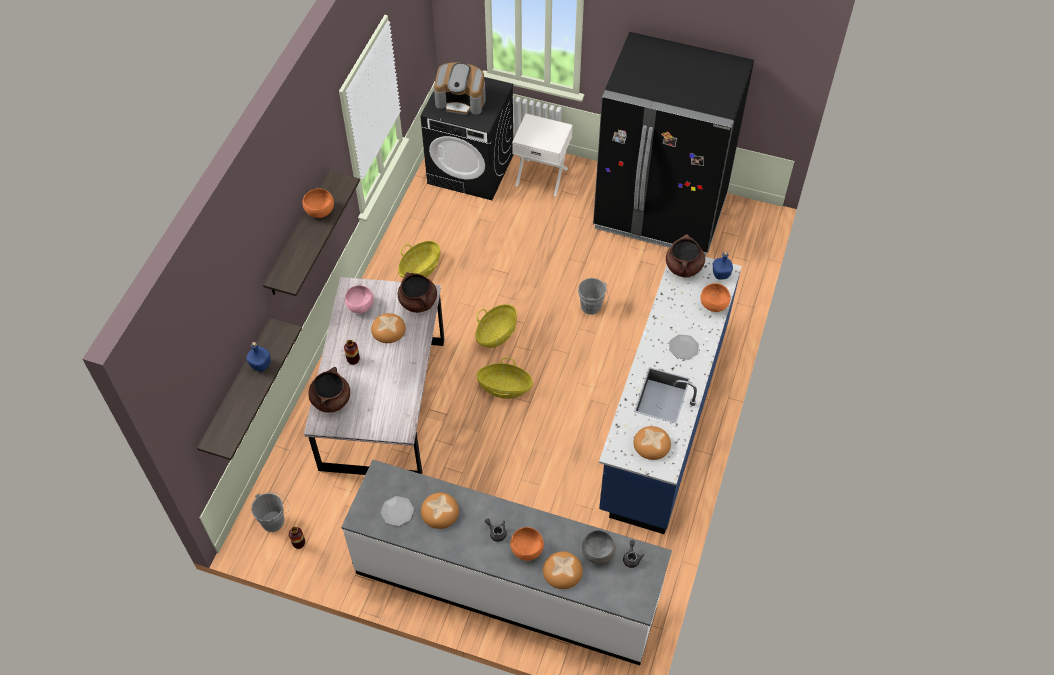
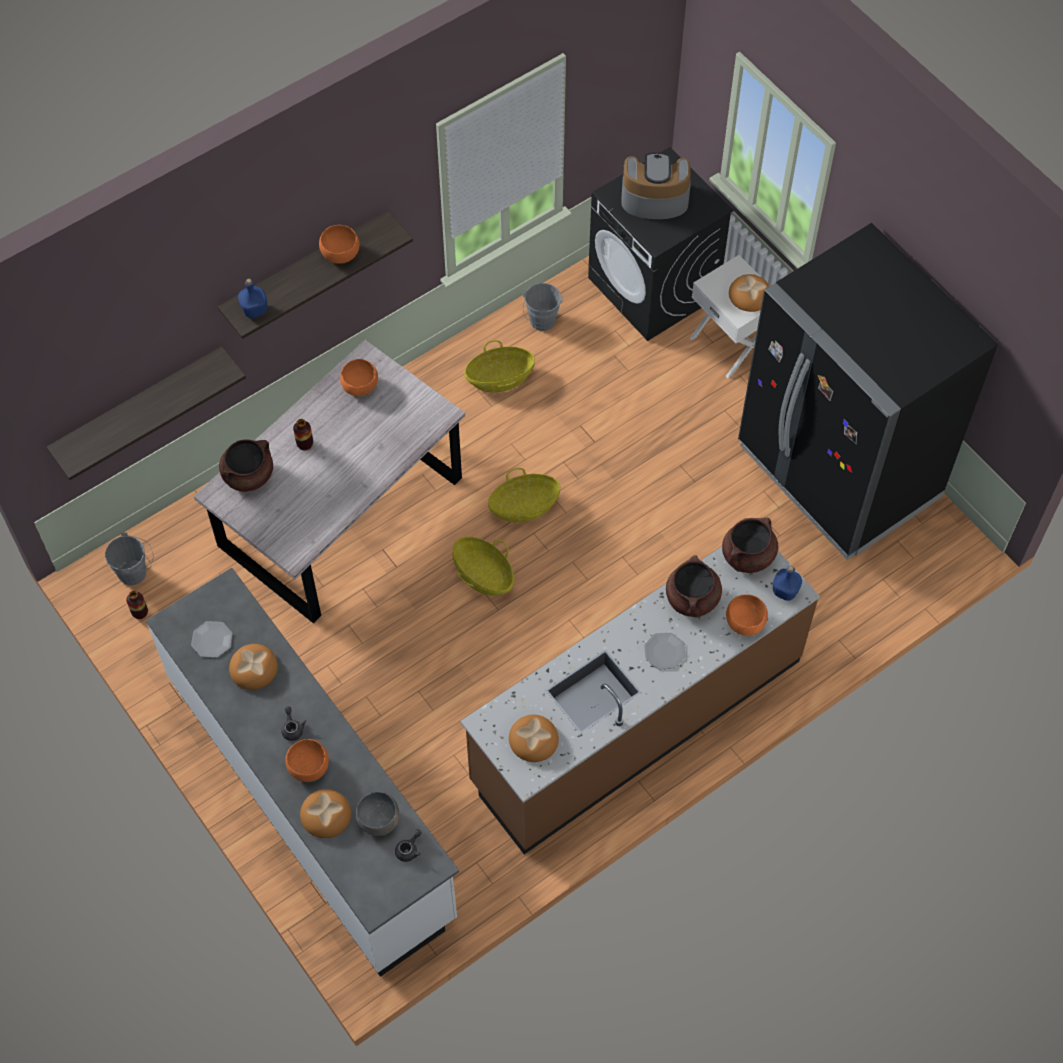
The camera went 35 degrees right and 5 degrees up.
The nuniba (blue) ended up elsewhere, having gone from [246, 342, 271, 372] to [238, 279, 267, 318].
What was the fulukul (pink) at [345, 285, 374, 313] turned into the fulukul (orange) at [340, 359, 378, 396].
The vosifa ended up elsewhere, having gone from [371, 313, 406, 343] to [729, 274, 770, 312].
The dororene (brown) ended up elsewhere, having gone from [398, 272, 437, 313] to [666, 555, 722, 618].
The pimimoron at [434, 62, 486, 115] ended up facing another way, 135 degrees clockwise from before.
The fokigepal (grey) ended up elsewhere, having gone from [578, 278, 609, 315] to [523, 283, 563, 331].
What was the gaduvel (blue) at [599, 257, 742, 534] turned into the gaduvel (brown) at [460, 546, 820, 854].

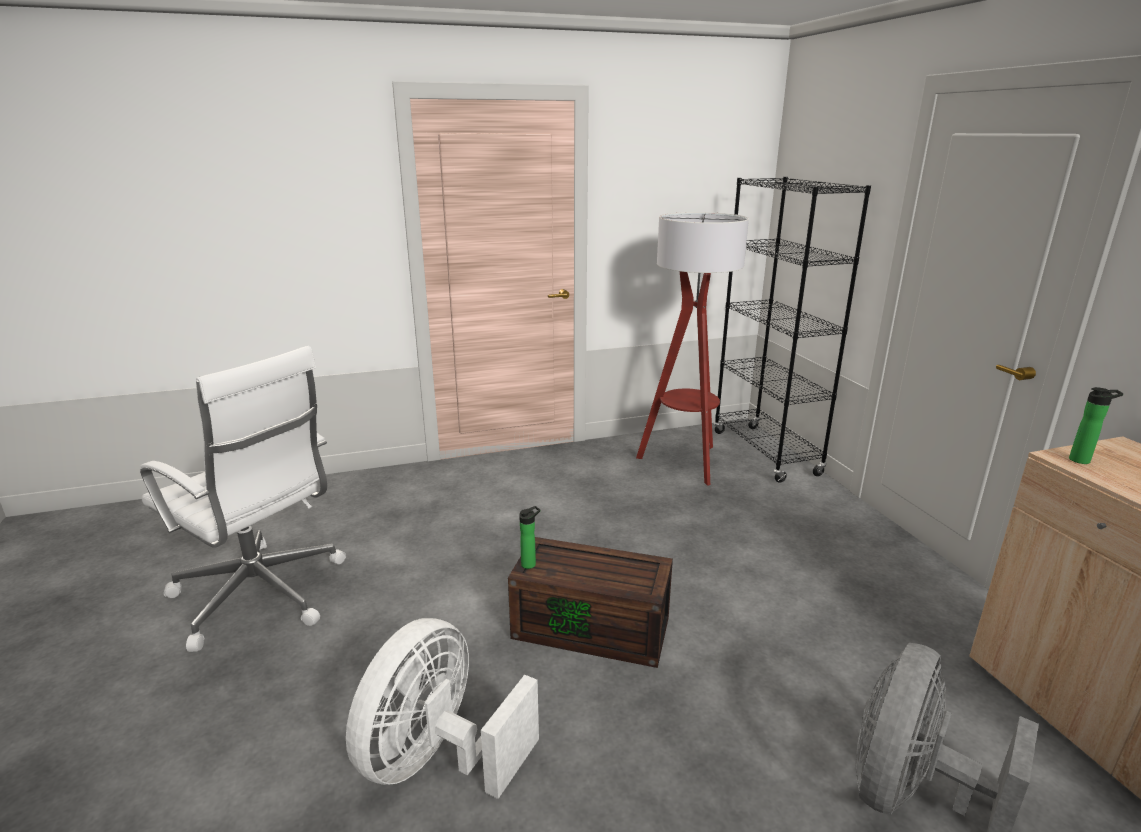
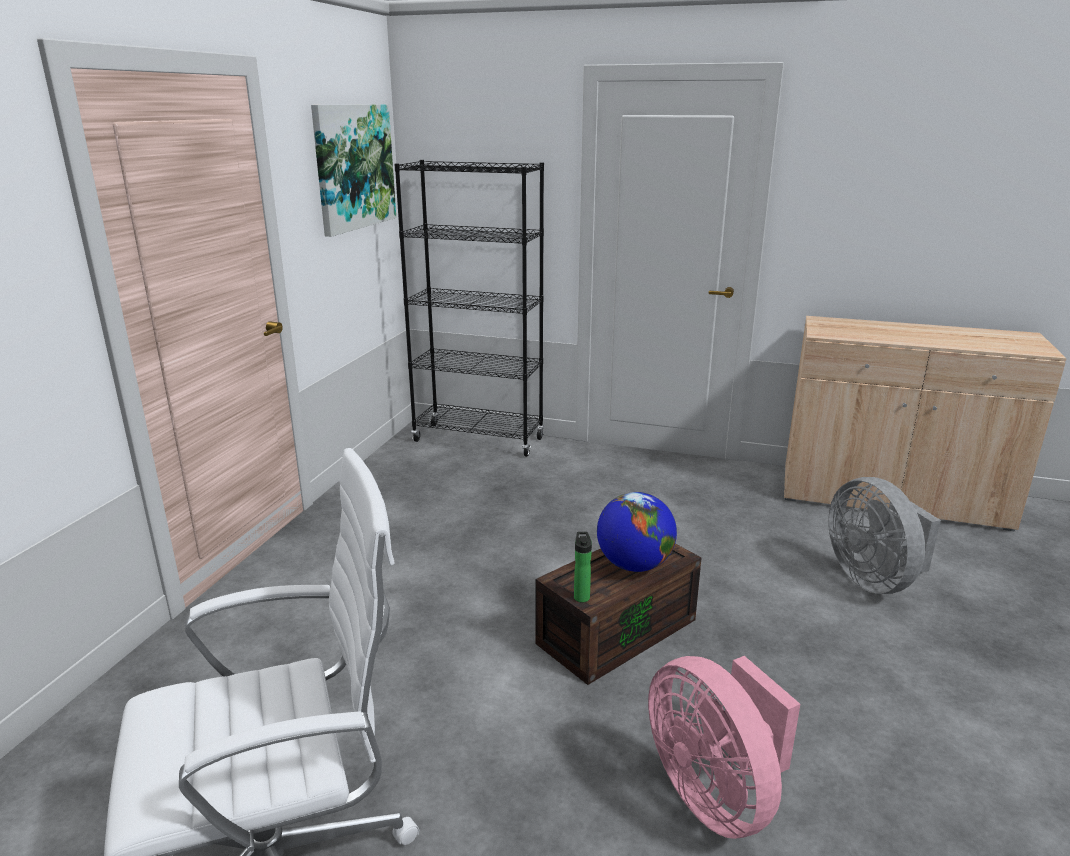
The camera went 55 degrees left and 0 degrees up.
What was the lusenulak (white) at [346, 618, 539, 799] turned into the lusenulak (pink) at [648, 656, 800, 839].
The second view lost the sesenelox at [636, 212, 749, 486].
The second view lost the nuniba at [1069, 387, 1123, 464].
The second view gained the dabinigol at [311, 104, 396, 237].
The second view gained the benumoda at [597, 492, 677, 572].

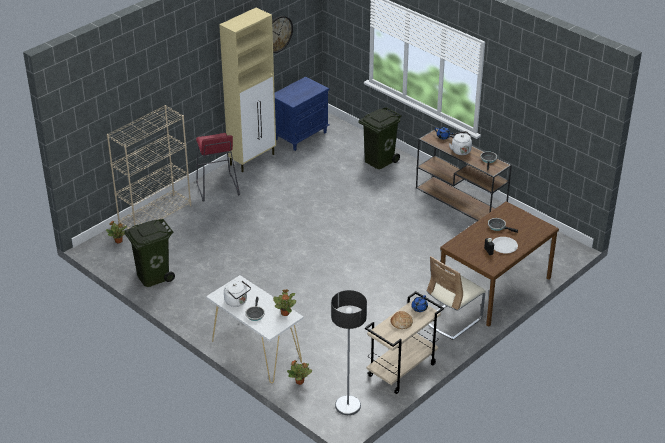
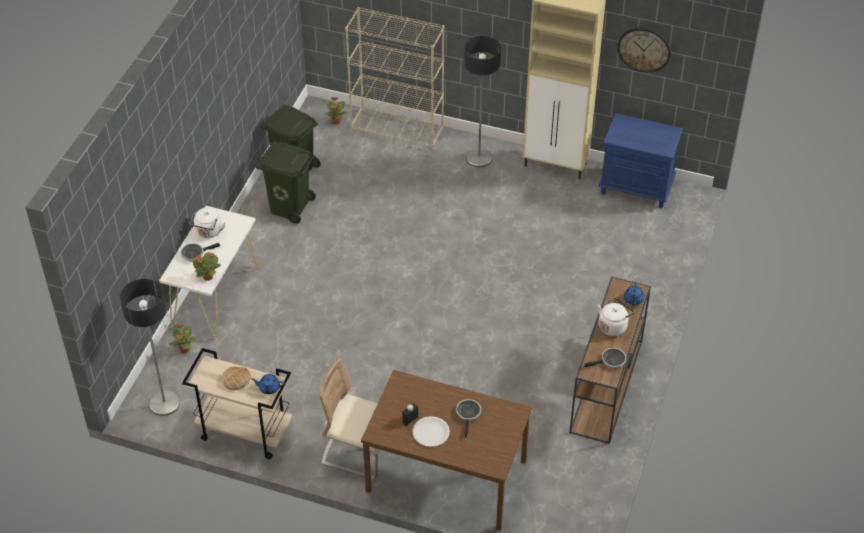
The camera went 65 degrees right and 10 degrees up.
Where the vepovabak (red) stood at [196, 133, 240, 202], the sesenelox came to stand at [464, 36, 501, 167].
The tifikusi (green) ended up elsewhere, having gone from [359, 107, 402, 169] to [256, 141, 316, 224].

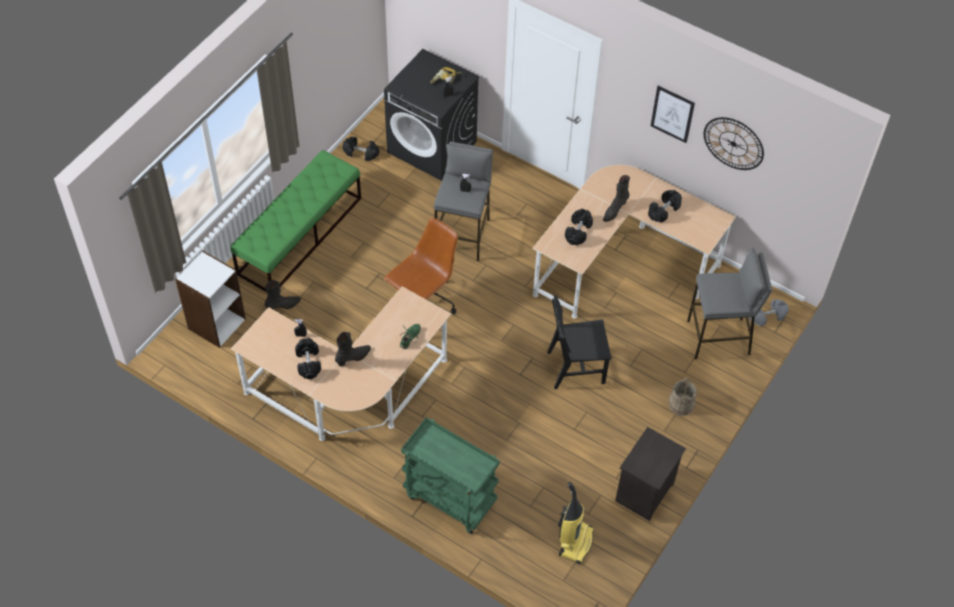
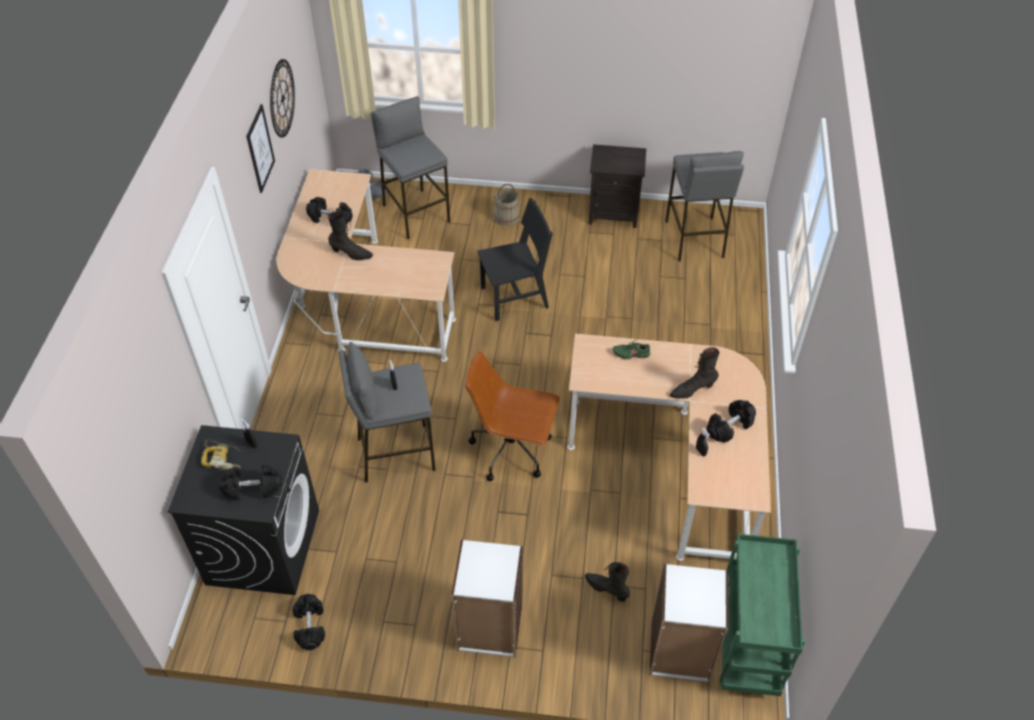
The camera went 115 degrees left and 5 degrees down.
Where the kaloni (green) stood at [230, 150, 361, 292], the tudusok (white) came to stand at [451, 540, 523, 657].
The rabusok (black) at [335, 332, 371, 366] ended up facing another way, 45 degrees counterclockwise from before.
The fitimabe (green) ended up elsewhere, having gone from [401, 417, 500, 534] to [719, 534, 805, 696].
The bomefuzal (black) at [547, 295, 612, 389] ended up facing another way, 75 degrees counterclockwise from before.
Where the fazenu stood at [558, 482, 594, 564], the vepovabak (grey) came to stand at [665, 151, 744, 262].
The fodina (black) ended up elsewhere, having gone from [565, 209, 593, 245] to [219, 465, 282, 500].

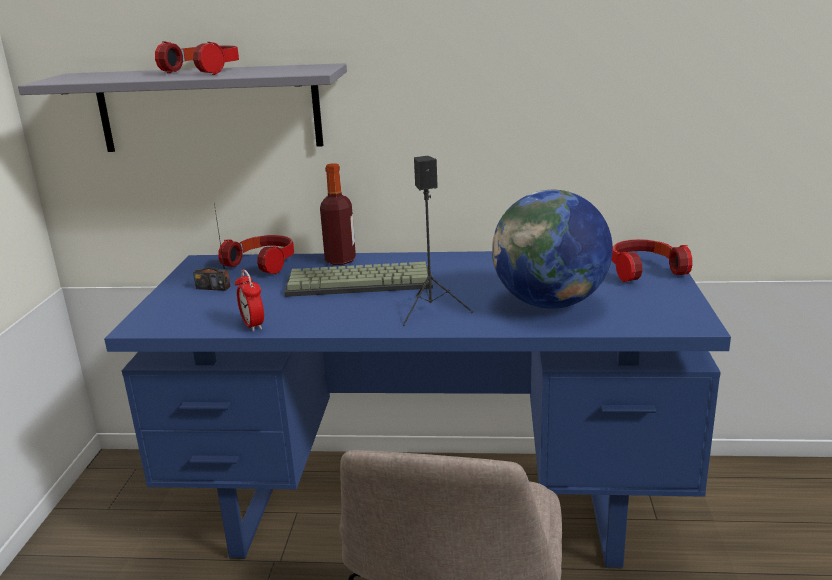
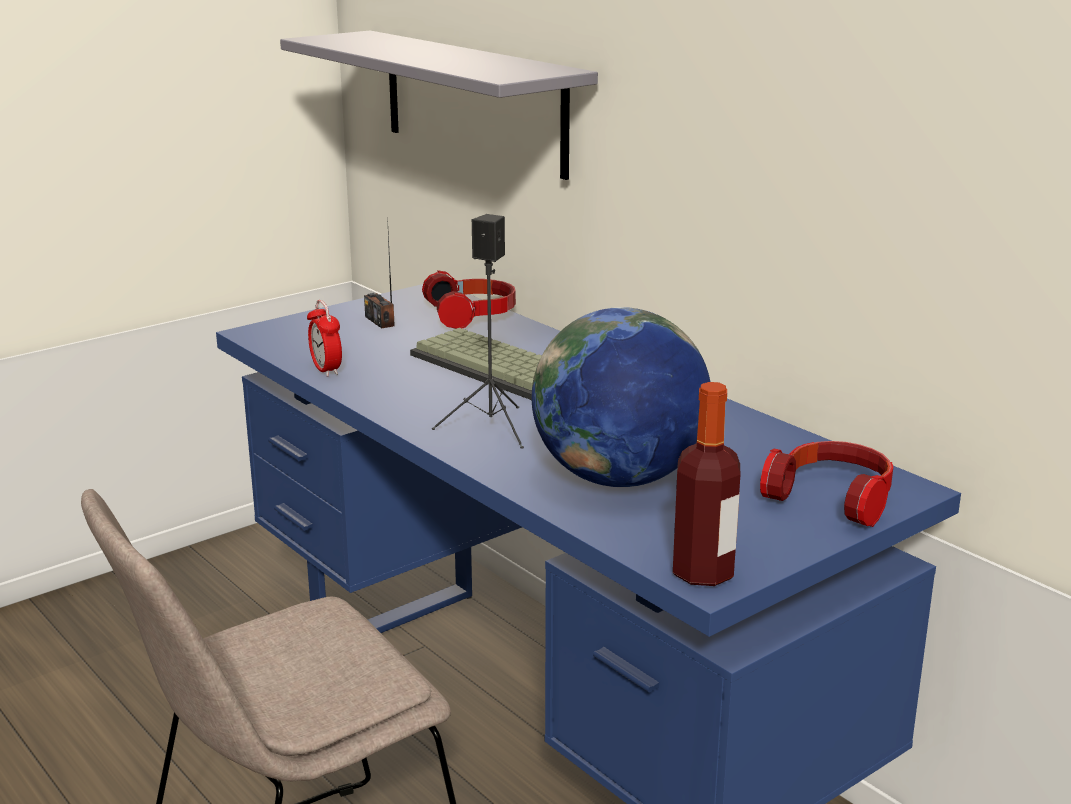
The camera went 45 degrees right and 0 degrees up.
The second view lost the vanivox at [155, 41, 239, 75].
The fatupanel at [235, 269, 264, 332] ended up facing another way, 45 degrees counterclockwise from before.
The nuniba ended up elsewhere, having gone from [320, 163, 356, 265] to [673, 382, 741, 586].

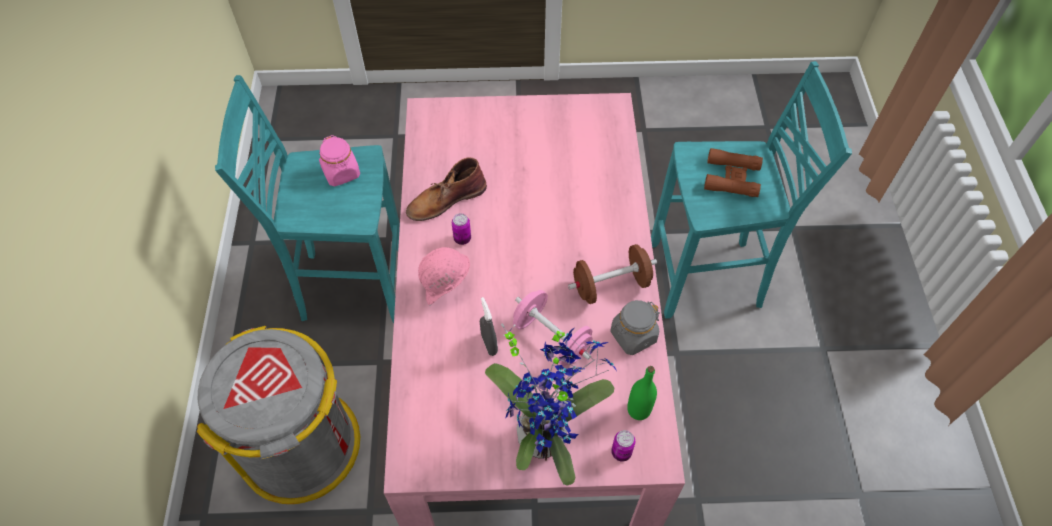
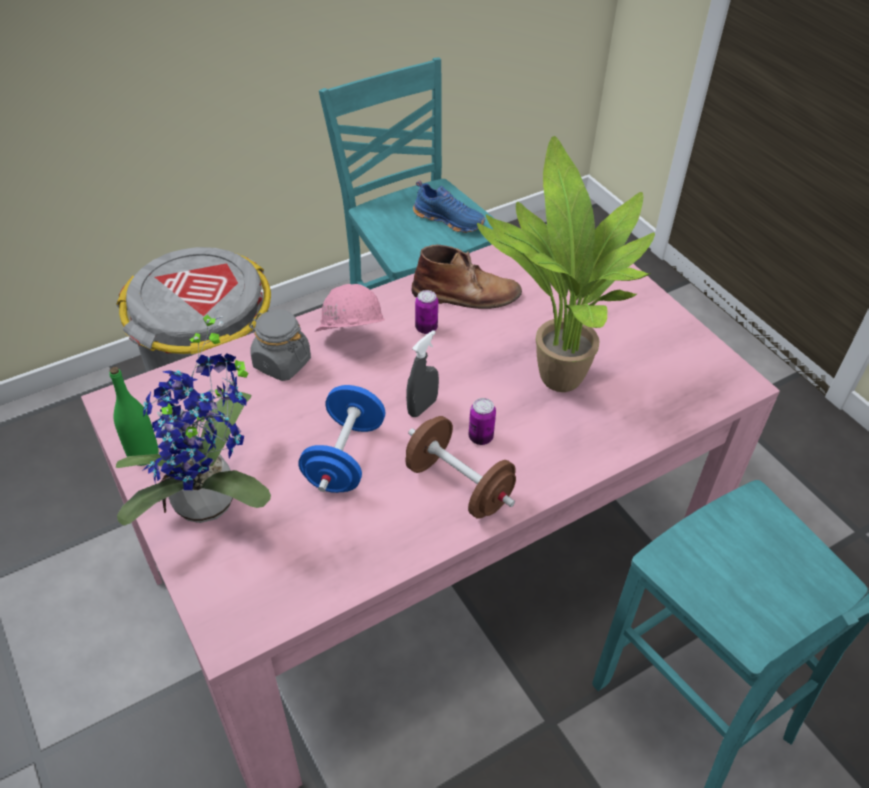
The camera went 60 degrees right and 10 degrees down.
Where the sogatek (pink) stood at [319, 135, 360, 186], the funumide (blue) came to stand at [413, 180, 485, 233].
The rabusok (brown) at [406, 157, 487, 221] ended up facing another way, 150 degrees clockwise from before.
The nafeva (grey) ended up elsewhere, having gone from [480, 297, 498, 356] to [406, 330, 439, 417].
What was the fodina (pink) at [513, 290, 592, 366] turned into the fodina (blue) at [298, 385, 386, 493].
The sogatek (grey) ended up elsewhere, having gone from [610, 300, 660, 355] to [249, 309, 311, 381].
The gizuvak ended up elsewhere, having gone from [611, 430, 635, 462] to [469, 398, 496, 445].
The nuniba (green) ended up elsewhere, having gone from [627, 366, 657, 420] to [109, 367, 158, 466].
The second view lost the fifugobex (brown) at [704, 148, 763, 197].
The second view gained the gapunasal at [477, 136, 655, 392].

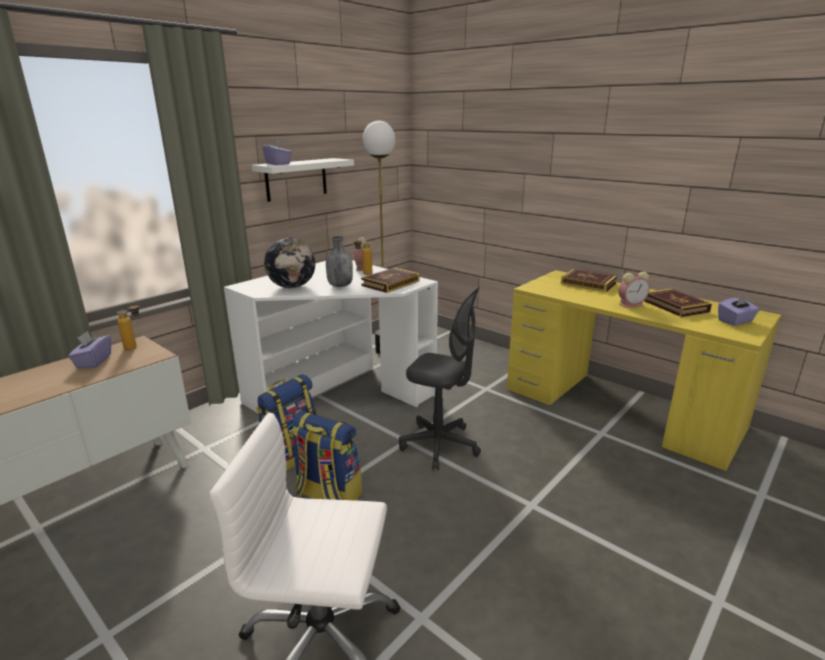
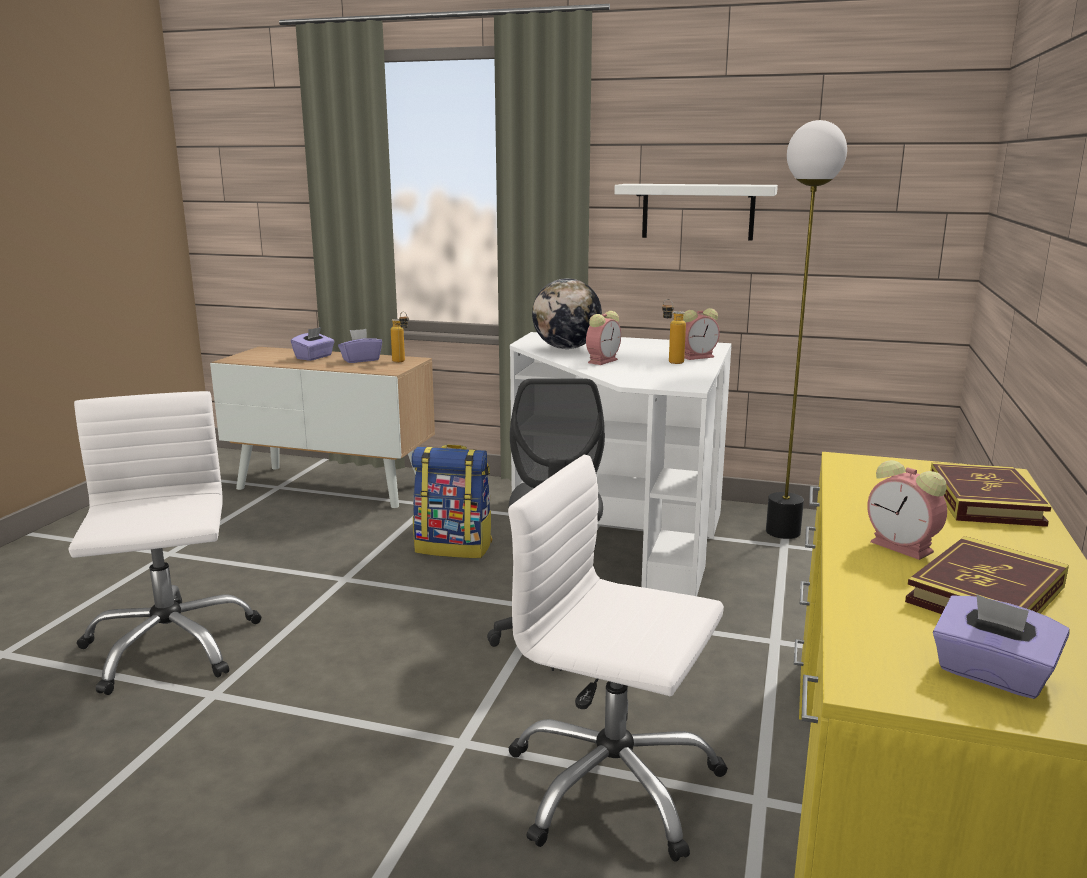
The camera went 65 degrees right and 5 degrees down.
The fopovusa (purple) ended up elsewhere, having gone from [262, 139, 292, 165] to [291, 327, 335, 361].
The second view lost the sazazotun at [291, 411, 362, 501].
Where the nuniba (grey) stood at [326, 236, 353, 287], the fatupanel came to stand at [586, 311, 621, 365].
The second view lost the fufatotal at [361, 267, 420, 293].
The second view gained the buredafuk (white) at [508, 455, 728, 862].

